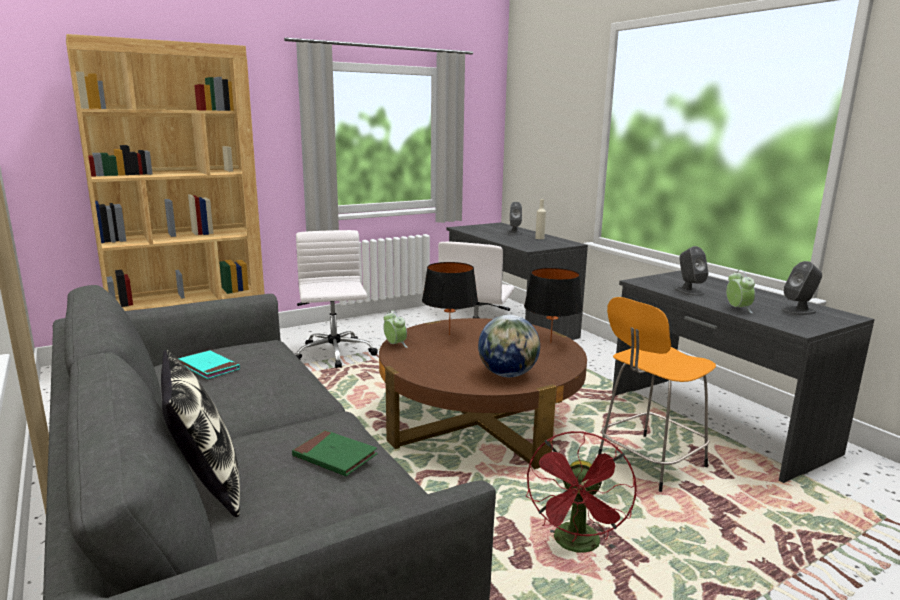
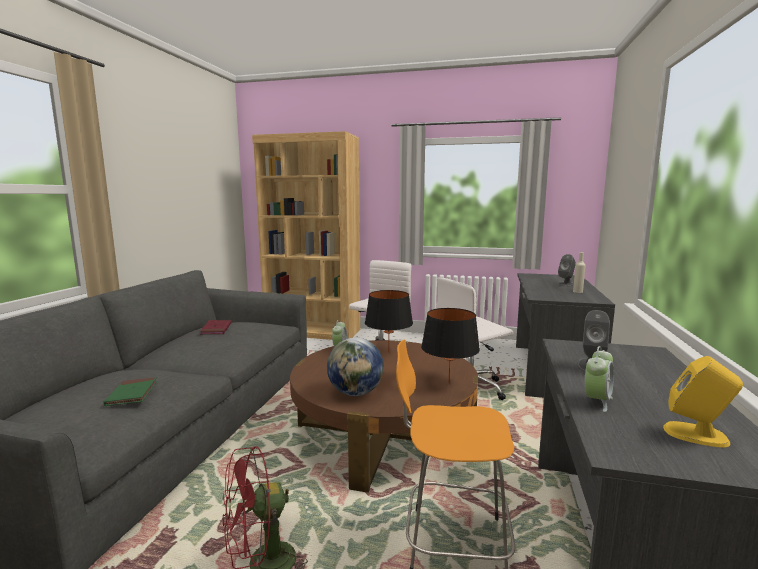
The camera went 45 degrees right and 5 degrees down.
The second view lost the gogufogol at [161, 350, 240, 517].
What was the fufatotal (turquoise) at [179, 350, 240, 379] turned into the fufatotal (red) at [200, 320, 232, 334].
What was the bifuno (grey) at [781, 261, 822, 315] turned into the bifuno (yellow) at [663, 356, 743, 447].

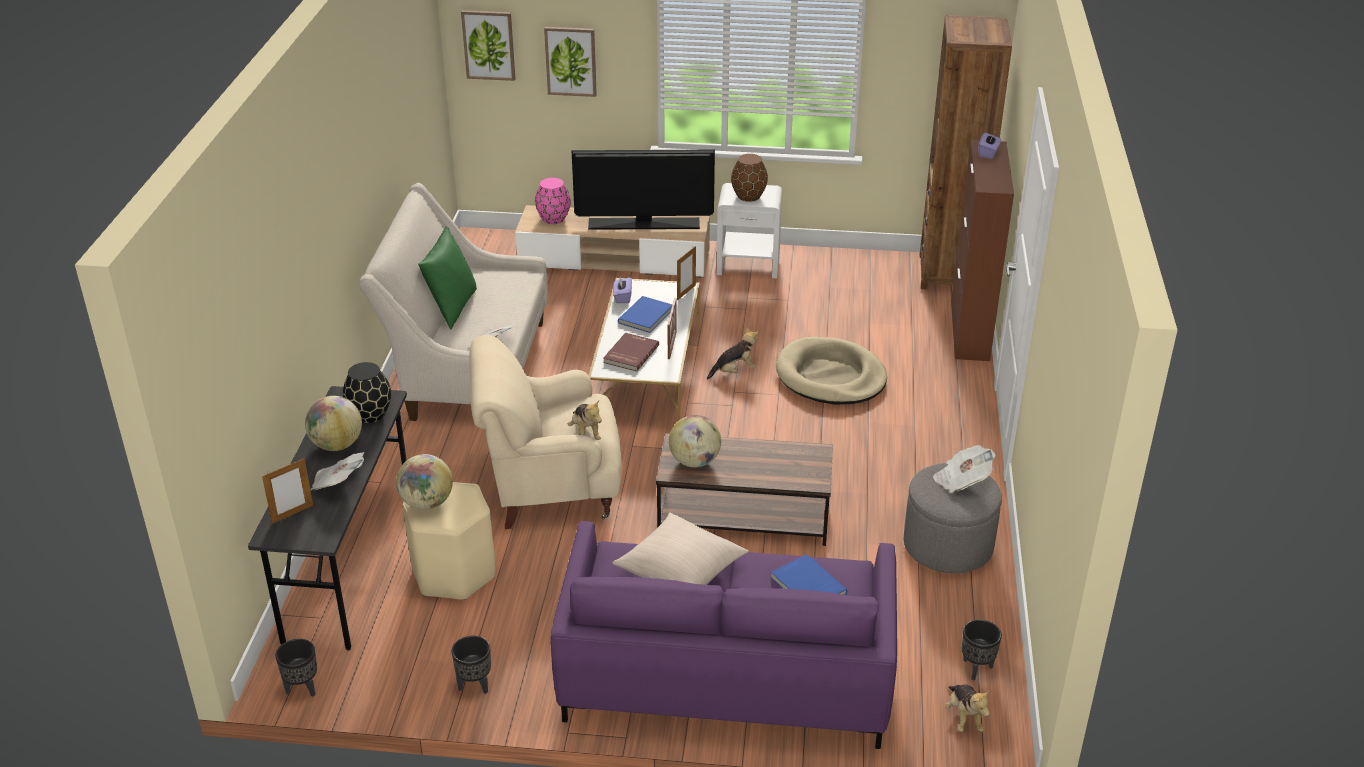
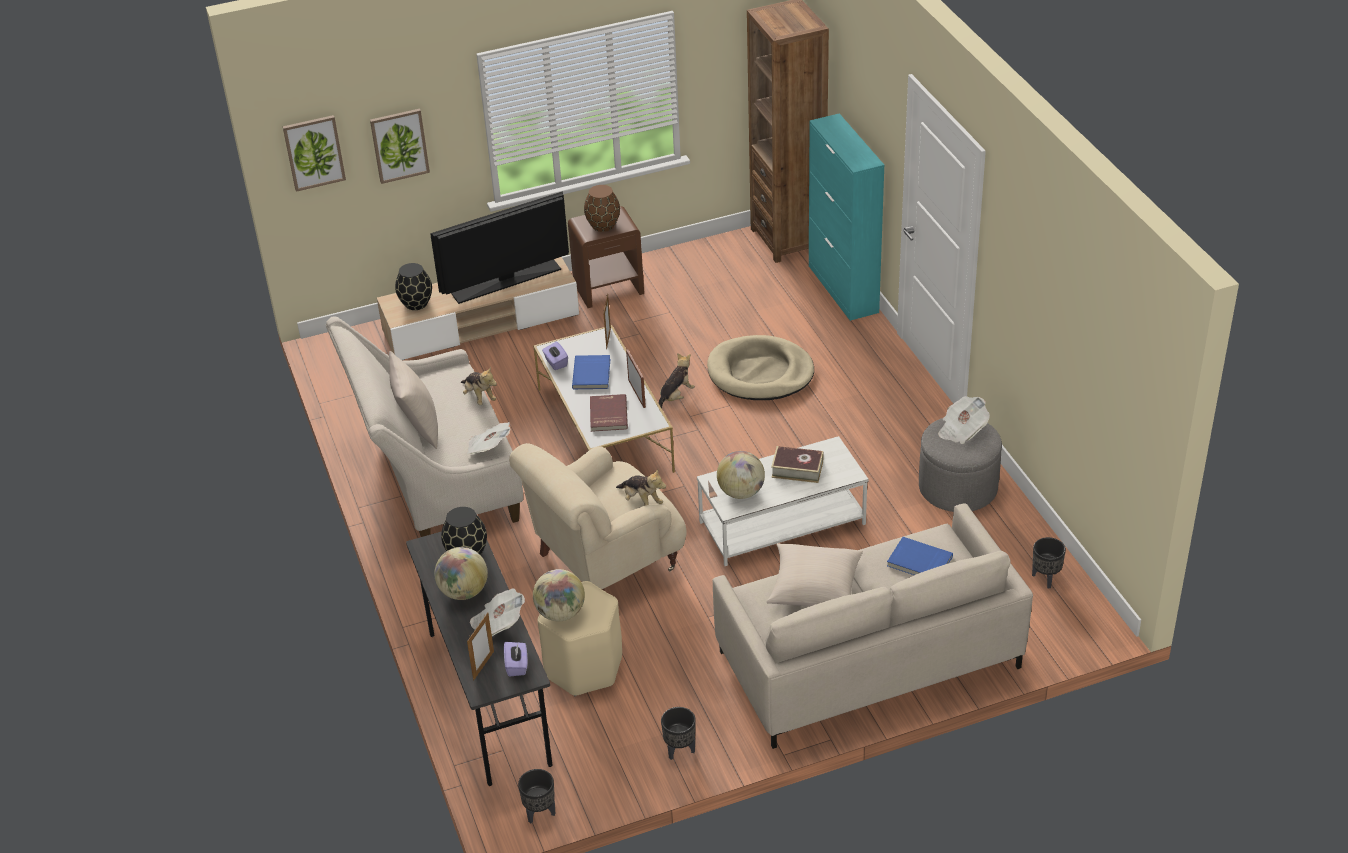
The camera went 25 degrees left and 5 degrees up.
What was the gogufogol (green) at [418, 226, 477, 330] turned into the gogufogol (beige) at [389, 351, 438, 449].
What was the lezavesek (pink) at [535, 178, 571, 224] turned into the lezavesek (black) at [395, 263, 432, 310].
What was the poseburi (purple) at [550, 521, 897, 749] turned into the poseburi (beige) at [712, 503, 1033, 749].
What was the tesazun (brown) at [656, 433, 833, 546] turned into the tesazun (white) at [697, 436, 869, 566].
What was the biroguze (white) at [717, 183, 782, 278] turned into the biroguze (brown) at [568, 206, 644, 308].
The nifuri ended up elsewhere, having gone from [945, 684, 990, 732] to [461, 366, 497, 405].
What was the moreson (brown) at [951, 140, 1014, 361] turned into the moreson (turquoise) at [809, 113, 884, 321].
The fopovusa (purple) ended up elsewhere, having gone from [978, 133, 1001, 159] to [504, 642, 527, 677].
The second view gained the fufatotal at [771, 446, 823, 483].

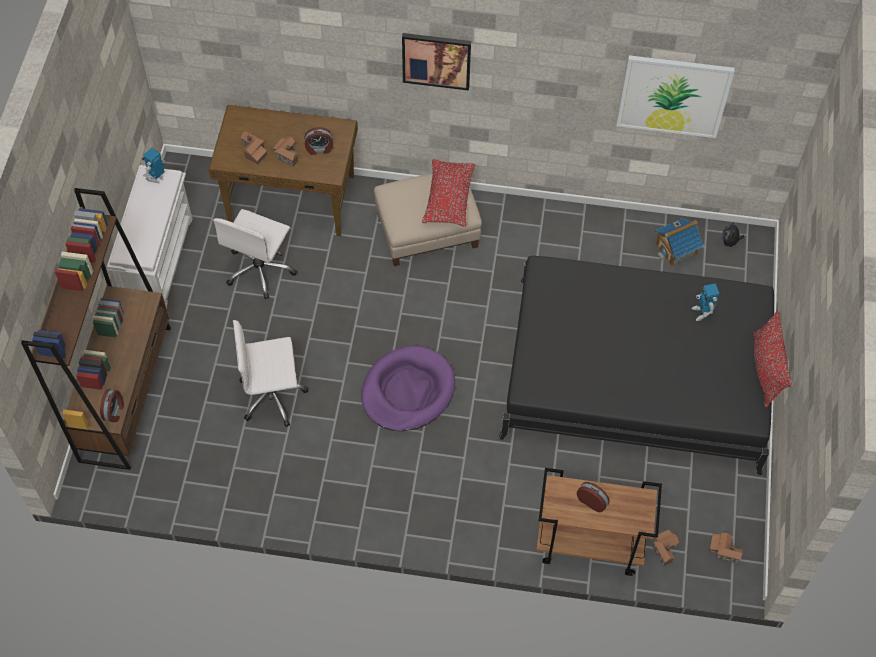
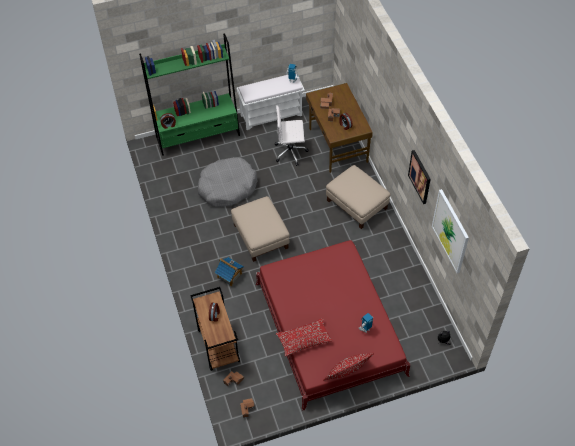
The camera went 65 degrees right and 5 degrees down.
What was the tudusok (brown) at [21, 188, 171, 470] turned into the tudusok (green) at [139, 33, 240, 156].
Where the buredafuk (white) stood at [233, 320, 308, 427], the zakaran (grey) came to stand at [198, 157, 258, 207].
Where the zakaran (purple) stood at [361, 346, 455, 431], the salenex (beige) came to stand at [231, 196, 290, 262].
The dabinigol ended up elsewhere, having gone from [402, 33, 471, 91] to [408, 150, 431, 204].
The gogufogol (red) ended up elsewhere, having gone from [422, 159, 475, 227] to [276, 318, 332, 356].
What was the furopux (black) at [499, 256, 774, 475] turned into the furopux (red) at [256, 240, 410, 411].
The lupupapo ended up elsewhere, having gone from [655, 218, 704, 267] to [215, 257, 244, 286].

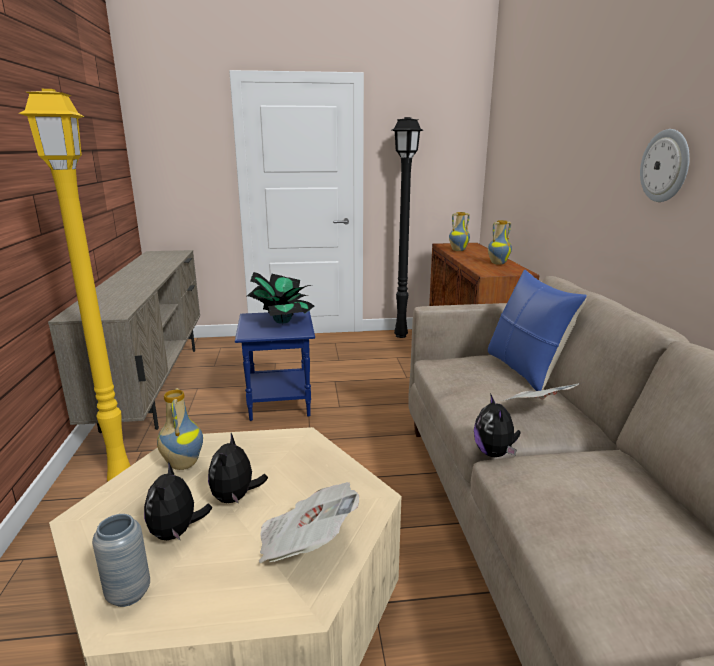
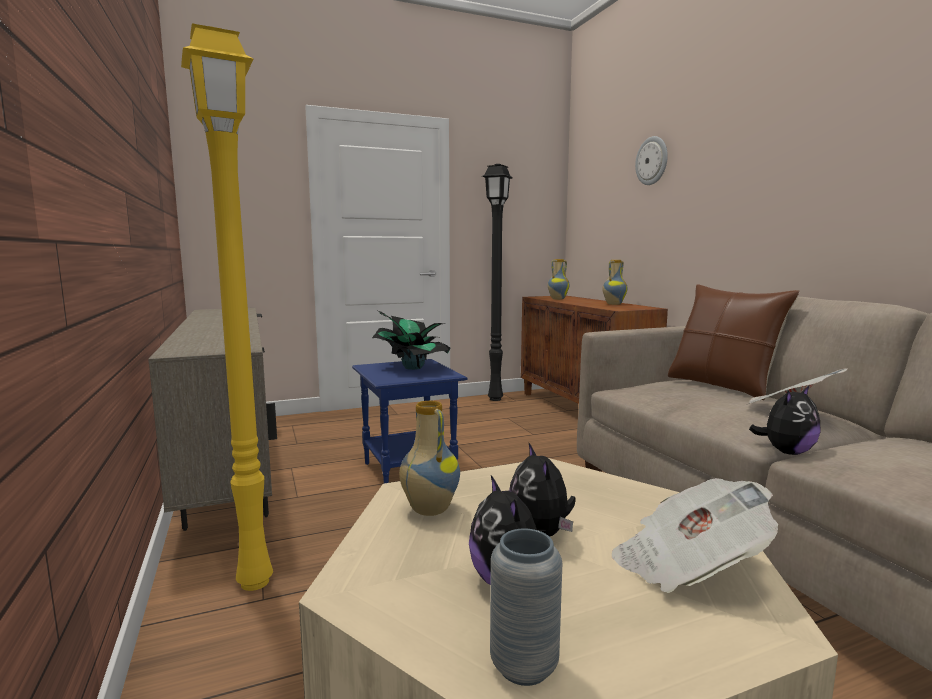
The camera went 15 degrees left and 10 degrees down.
The nifuri at [474, 393, 521, 457] ended up facing another way, 105 degrees counterclockwise from before.
What was the gogufogol (blue) at [488, 270, 587, 391] turned into the gogufogol (brown) at [668, 284, 799, 400].
The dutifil ended up elsewhere, having gone from [640, 129, 690, 202] to [635, 136, 668, 185].

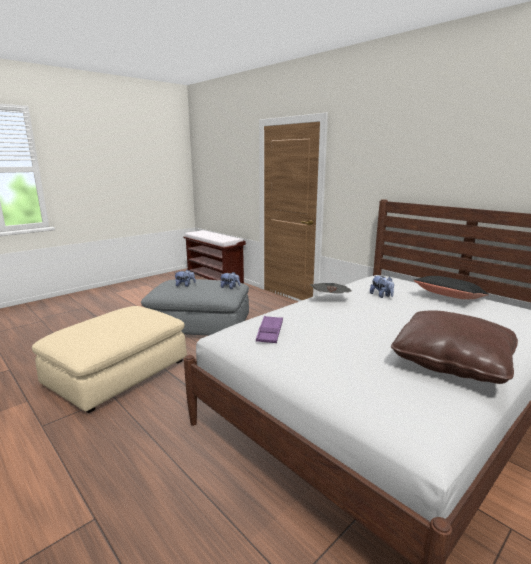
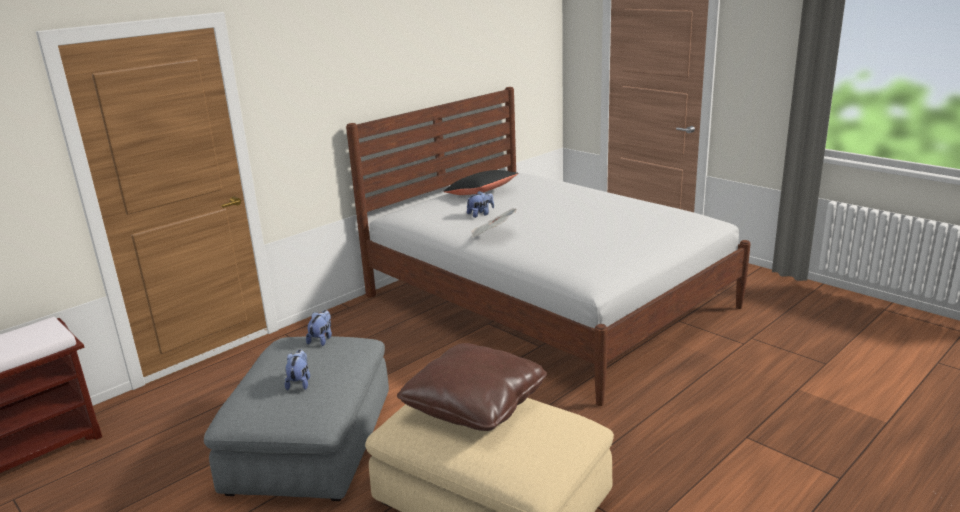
The camera went 90 degrees left and 5 degrees up.
The second view lost the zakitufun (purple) at [256, 316, 283, 343].
The gogufogol (brown) ended up elsewhere, having gone from [391, 311, 518, 384] to [397, 343, 547, 431].

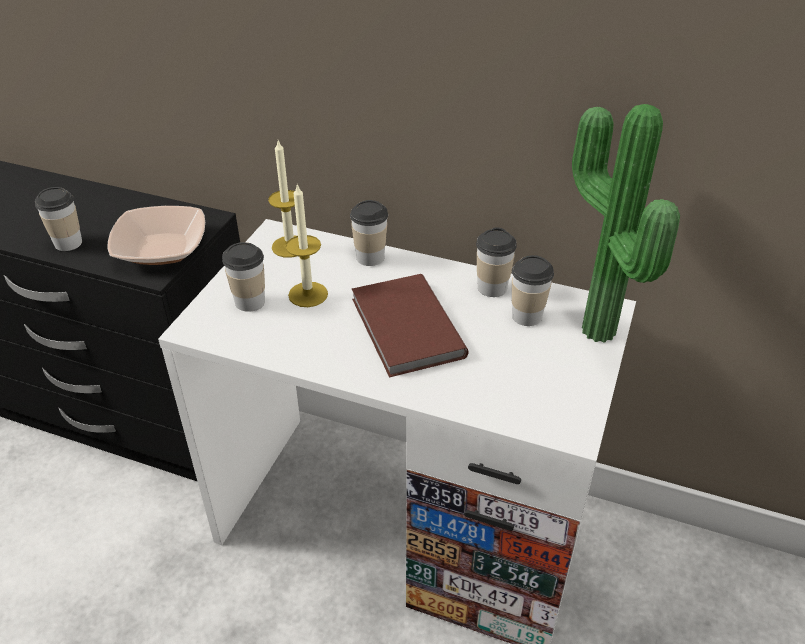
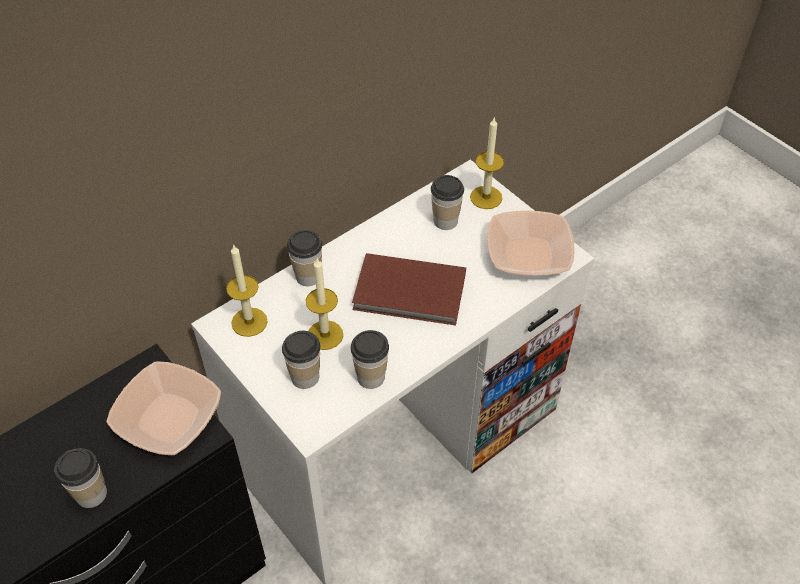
The camera went 60 degrees left and 10 degrees up.
The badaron ended up elsewhere, having gone from [476, 227, 517, 297] to [351, 330, 389, 389].
Where the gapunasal stood at [572, 104, 680, 343], the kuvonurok came to stand at [470, 117, 504, 209].
The second view gained the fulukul at [487, 210, 575, 276].

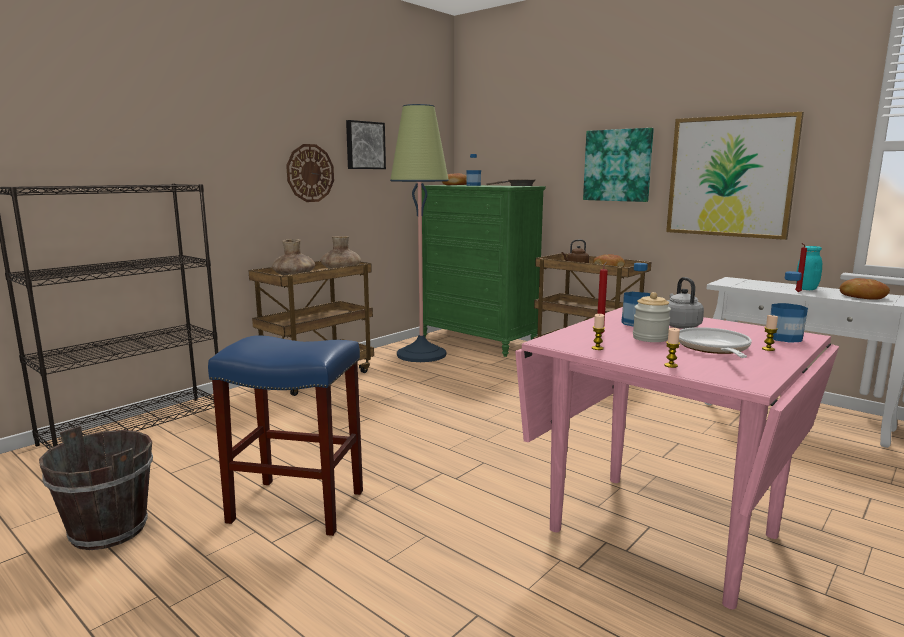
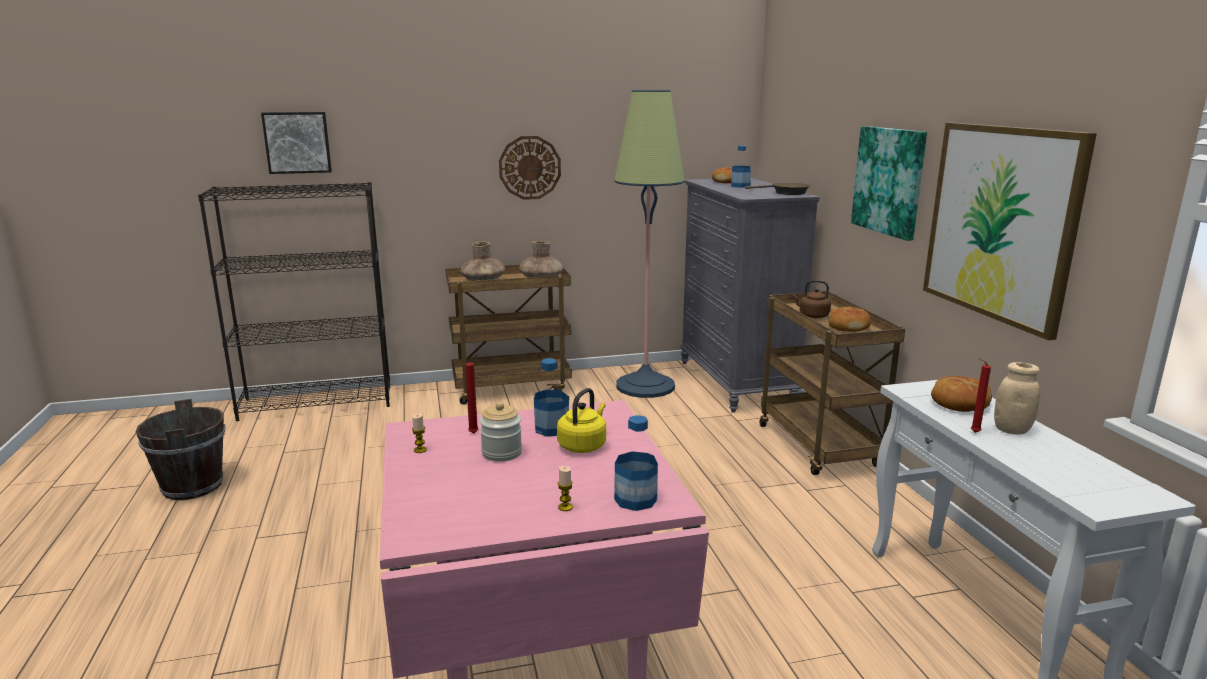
The camera went 35 degrees right and 5 degrees up.
The second view lost the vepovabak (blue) at [208, 335, 363, 536].
The dabinigol ended up elsewhere, having gone from [346, 120, 386, 169] to [261, 112, 332, 174].
What was the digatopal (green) at [417, 185, 546, 357] turned into the digatopal (grey) at [680, 178, 820, 412].
The second view lost the kuvonurok at [664, 328, 680, 368].
What was the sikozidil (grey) at [667, 277, 704, 329] turned into the sikozidil (yellow) at [557, 388, 606, 453].
The second view lost the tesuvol at [679, 327, 752, 358].
What was the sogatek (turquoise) at [796, 246, 822, 290] turned into the sogatek (beige) at [994, 362, 1040, 435].
The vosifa ended up elsewhere, having gone from [840, 278, 890, 300] to [931, 376, 992, 412].

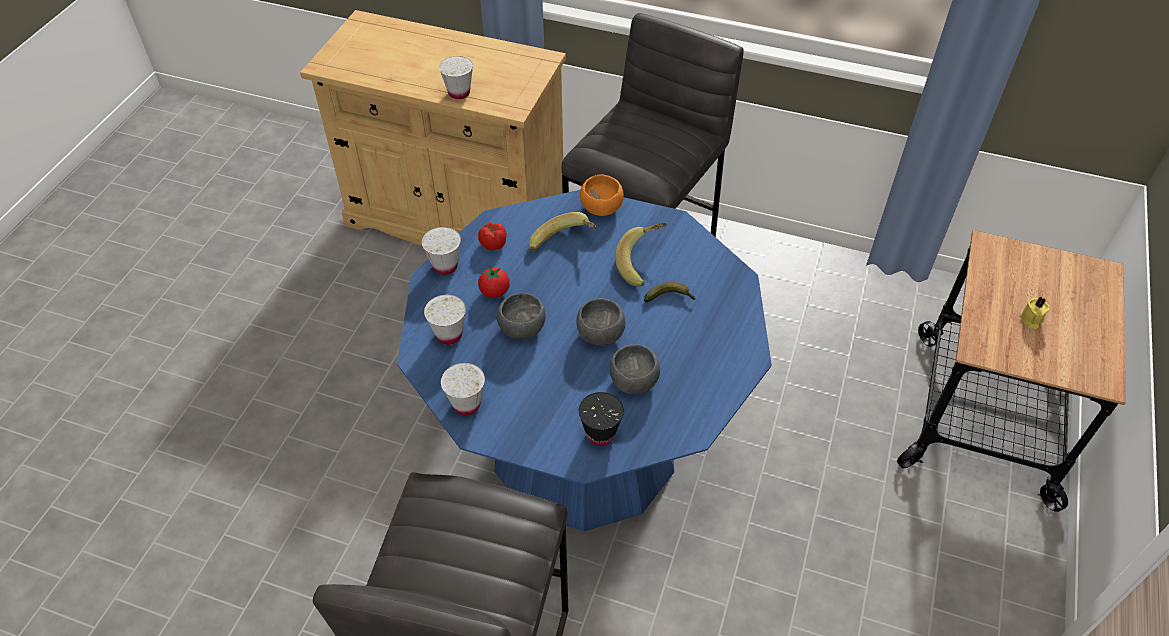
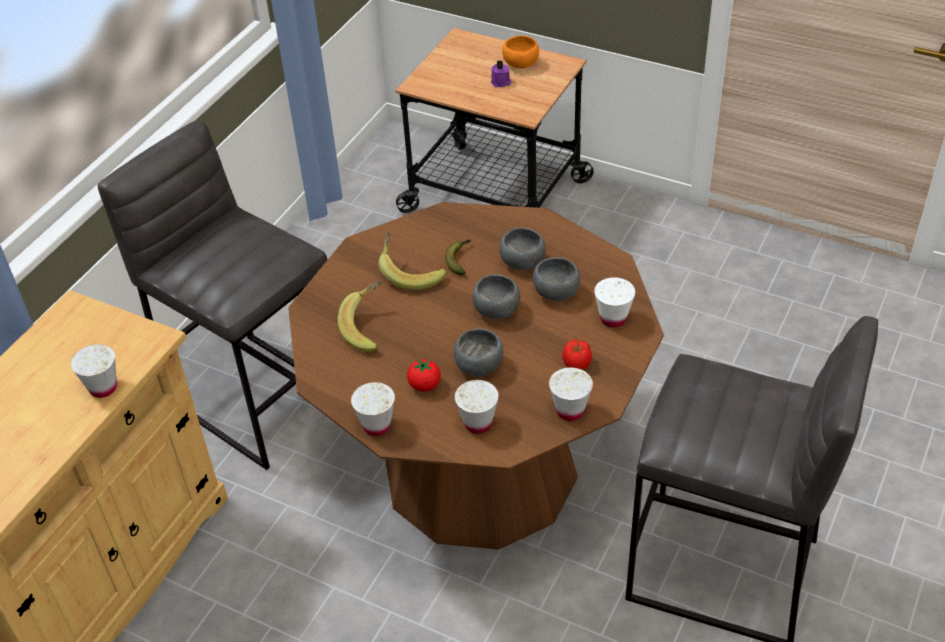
The camera went 80 degrees left and 5 degrees down.
What was the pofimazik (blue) at [397, 190, 772, 531] turned into the pofimazik (brown) at [288, 202, 664, 550].
The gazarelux ended up elsewhere, having gone from [478, 222, 507, 251] to [562, 340, 592, 370].
What was the badaron (black) at [579, 392, 624, 446] turned into the badaron (white) at [594, 277, 635, 328].
The fulukul (orange) ended up elsewhere, having gone from [580, 174, 624, 216] to [502, 36, 539, 68].
What was the kuvonurok (yellow) at [1019, 297, 1050, 329] turned into the kuvonurok (purple) at [491, 60, 511, 88].
The second view gained the fulukul (grey) at [500, 227, 546, 270].

